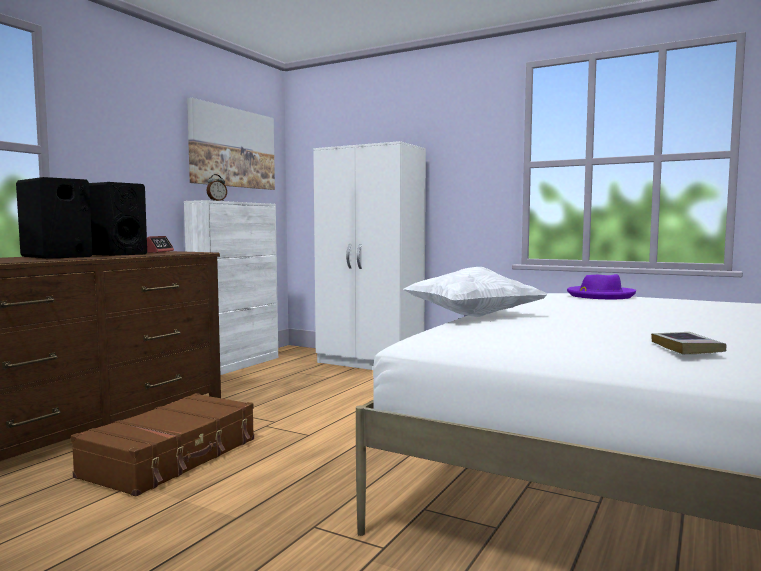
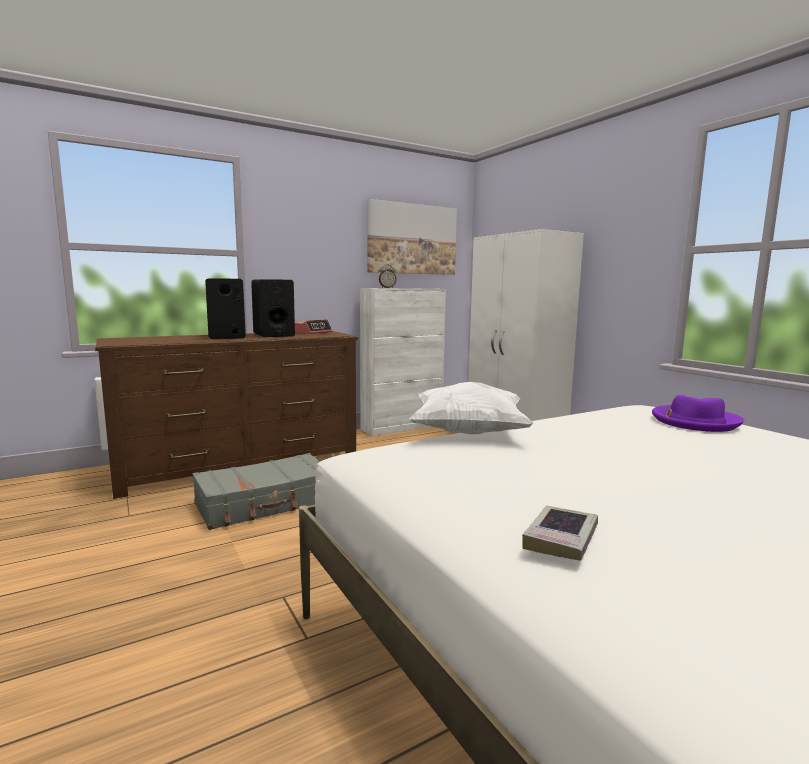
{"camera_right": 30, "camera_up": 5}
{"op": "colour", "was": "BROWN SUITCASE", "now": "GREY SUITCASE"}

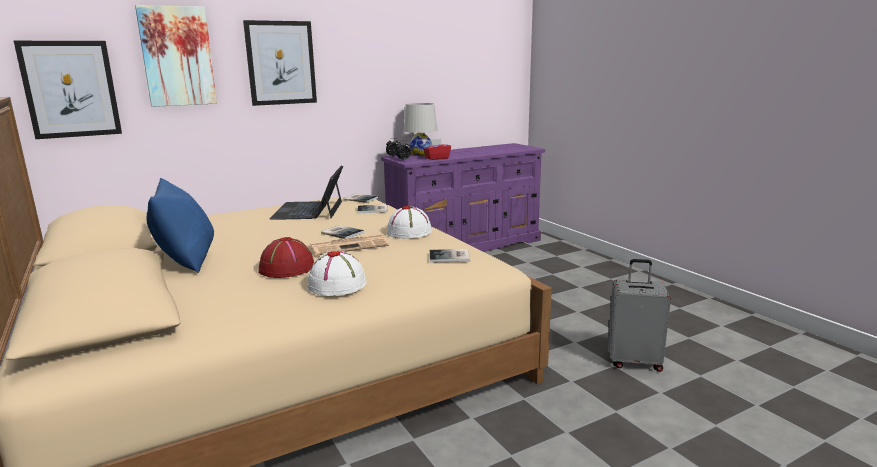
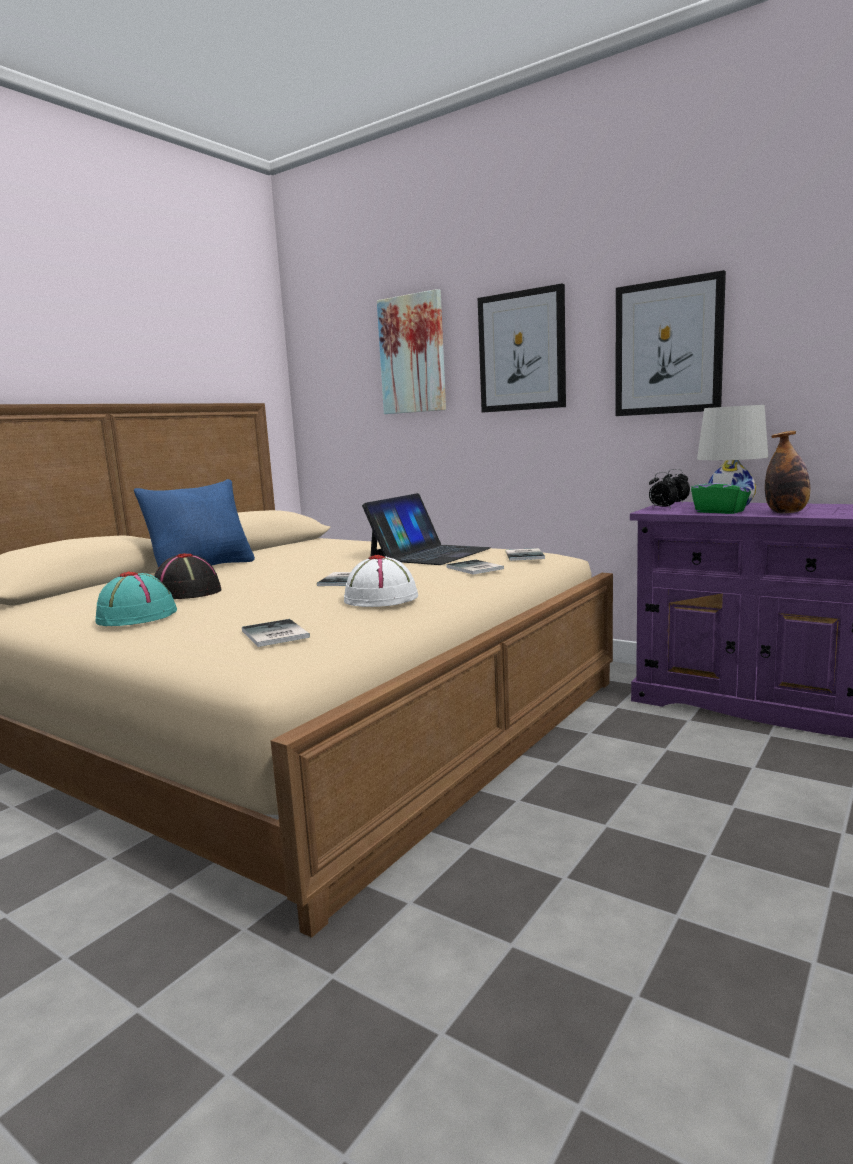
{"camera_right": 65, "camera_up": -5}
{"op": "missing", "was": "NEWSPAPER"}
{"op": "missing", "was": "GREY SUITCASE"}
{"op": "appeared", "now": "BOTTLE"}
{"op": "relocated", "was": "PICTURE (no. 1 from left in the first image)", "now": "PICTURE (no. 3 from left)"}
{"op": "colour", "was": "RED HAT", "now": "BLACK HAT"}
{"op": "colour", "was": "WHITE HAT (no. 1 from left)", "now": "TURQUOISE HAT"}
{"op": "colour", "was": "RED TISSUE BOX", "now": "GREEN TISSUE BOX"}
{"op": "spun", "was": "LAPTOP", "clockwise": 150}

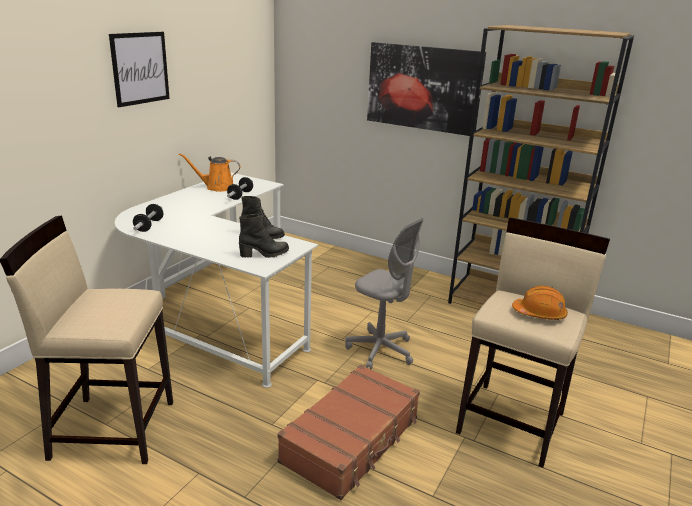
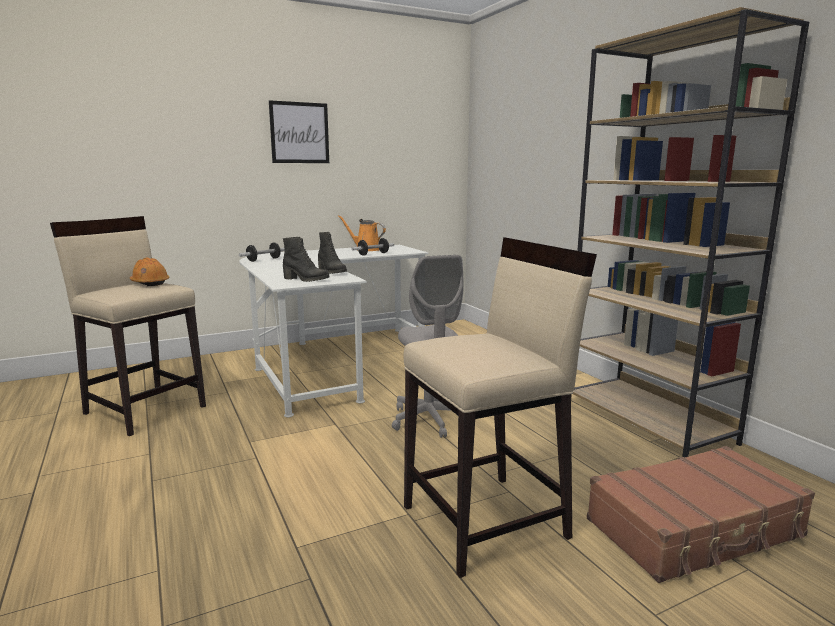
{"camera_right": 35, "camera_up": -10}
{"op": "missing", "was": "PICTURE (no. 2 from left)"}
{"op": "relocated", "was": "BROWN SUITCASE"}
{"op": "relocated", "was": "ORANGE HARD HAT"}

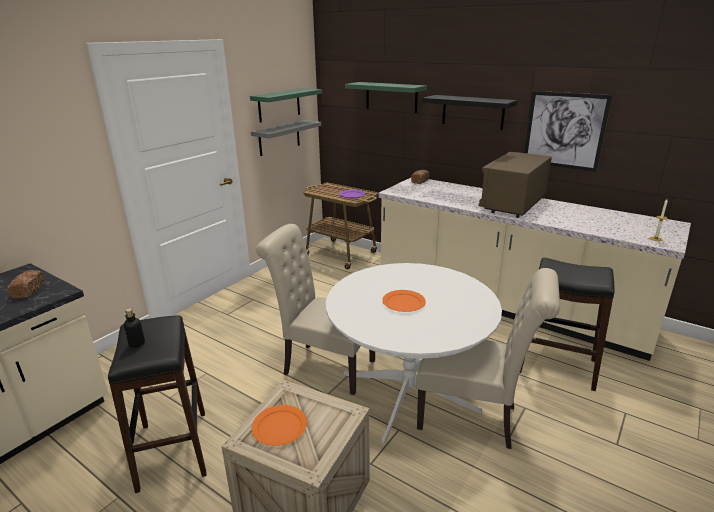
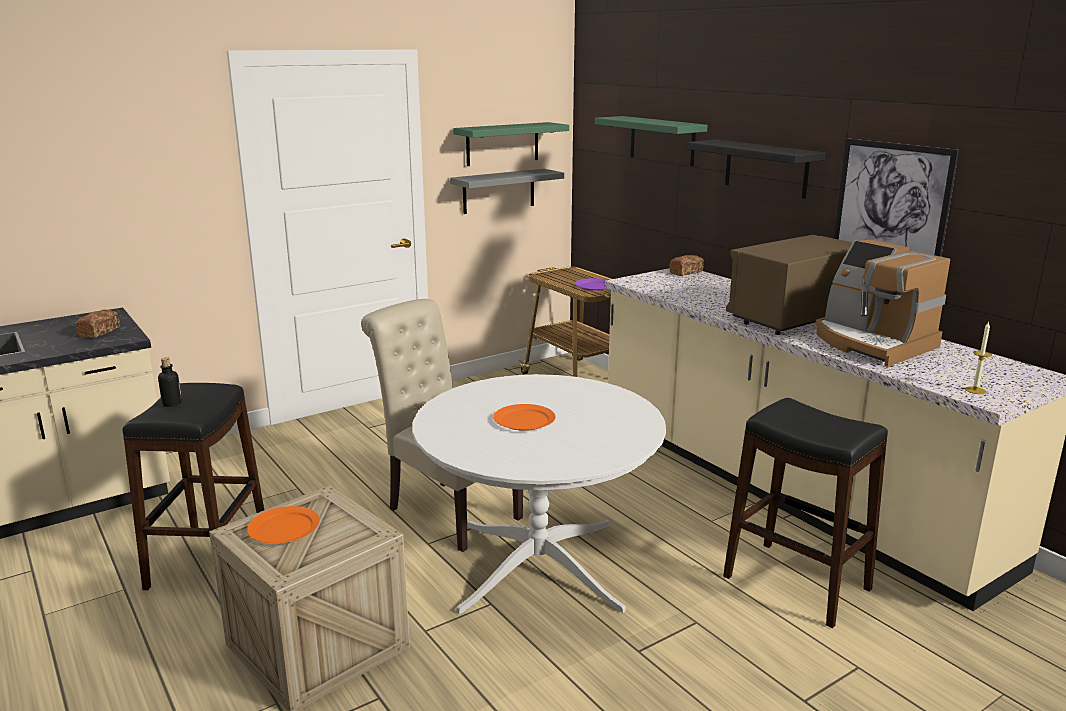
{"camera_right": 20, "camera_up": -5}
{"op": "missing", "was": "BEIGE CHAIR (no. 2 from left)"}
{"op": "appeared", "now": "COFFEE MACHINE"}

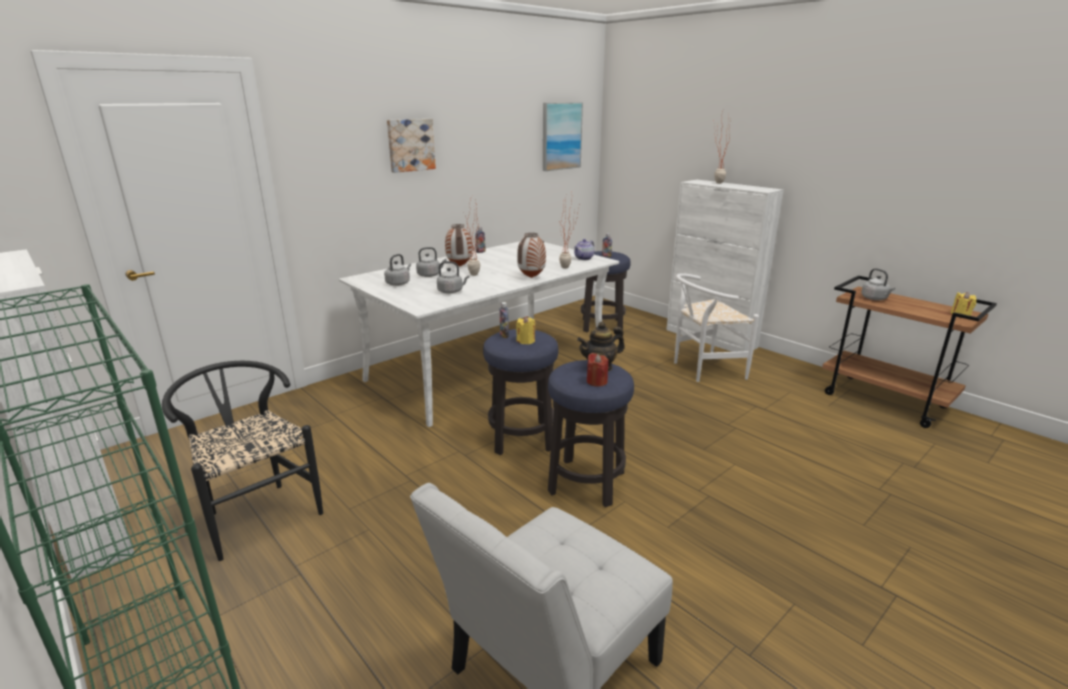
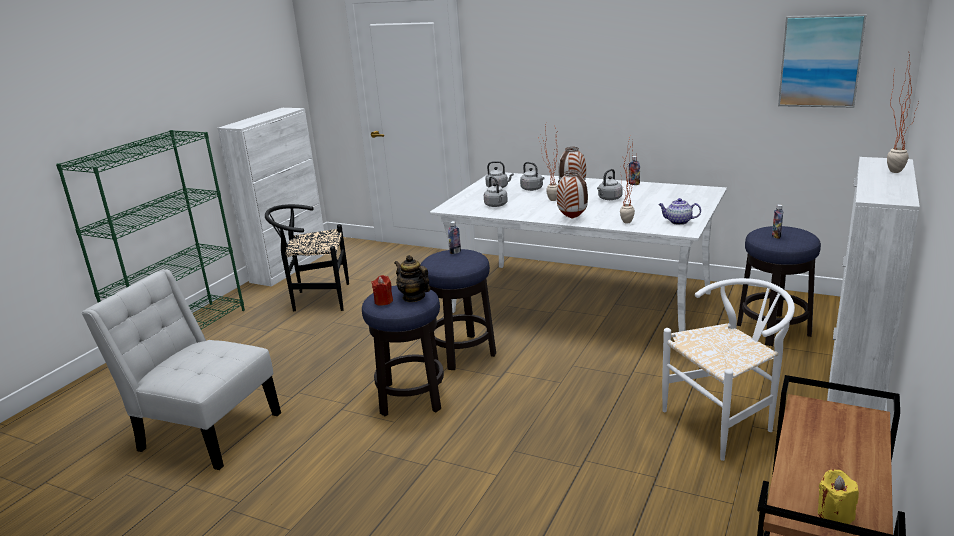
{"camera_right": 70, "camera_up": 0}
{"op": "missing", "was": "PICTURE (no. 1 from left)"}
{"op": "missing", "was": "YELLOW CANDLE (no. 1 from left)"}
{"op": "relocated", "was": "GREY KETTLE (no. 4 from left)"}
{"op": "spun", "was": "BLACK CHAIR", "clockwise": -120}
{"op": "spun", "was": "WHITE CHAIR (no. 2 from left)", "clockwise": 105}

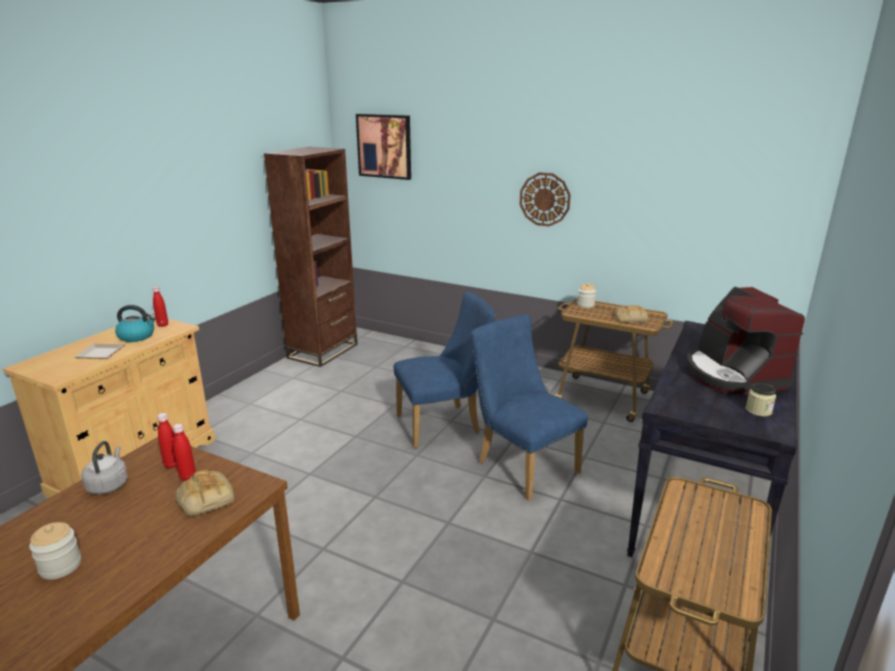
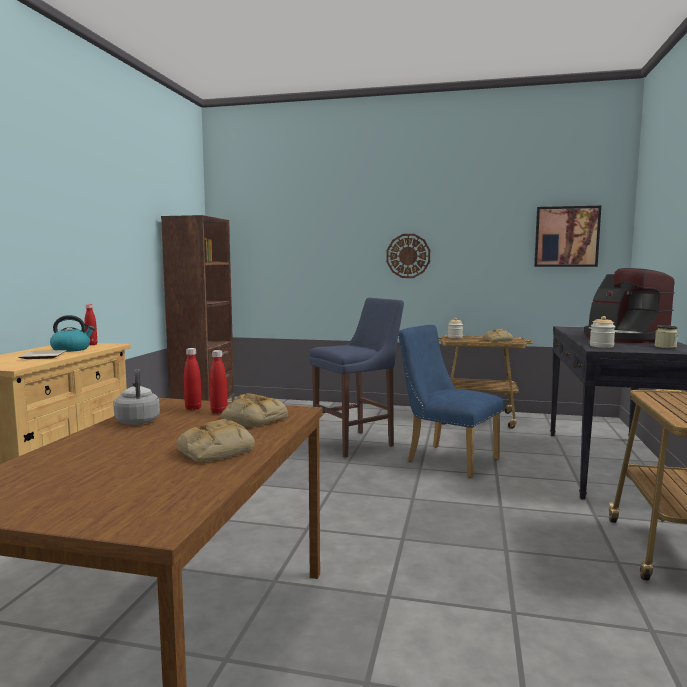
{"camera_right": -15, "camera_up": -15}
{"op": "appeared", "now": "BREAD (no. 1 from left)"}
{"op": "relocated", "was": "JAR (no. 1 from left in the first image)", "now": "JAR (no. 2 from left)"}
{"op": "relocated", "was": "PICTURE"}
{"op": "exchanged", "was": "BLUE CHAIR (no. 1 from left)", "now": "BLUE STOOL"}

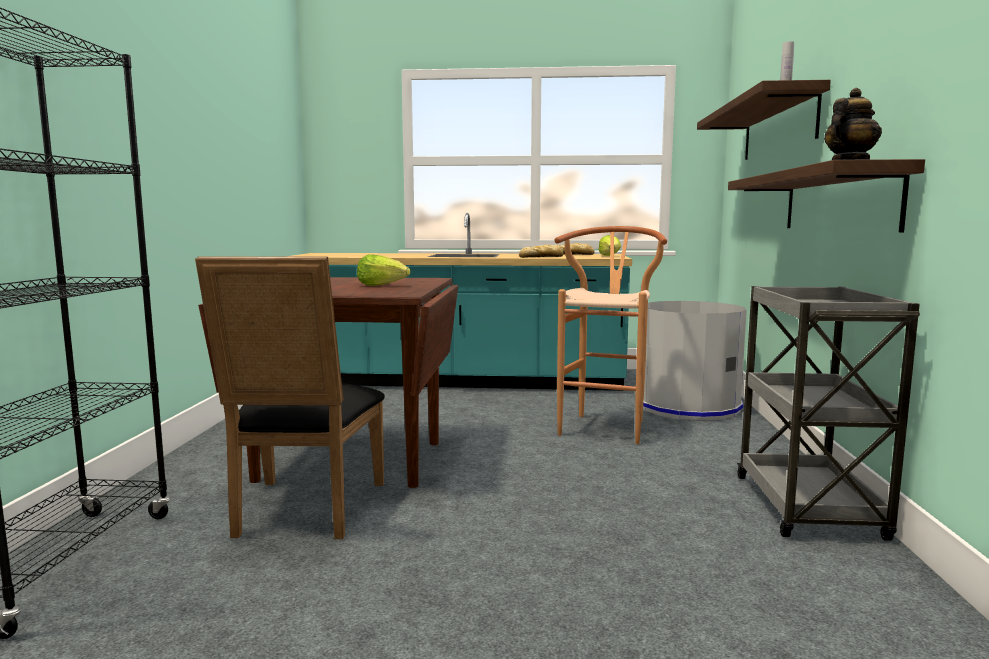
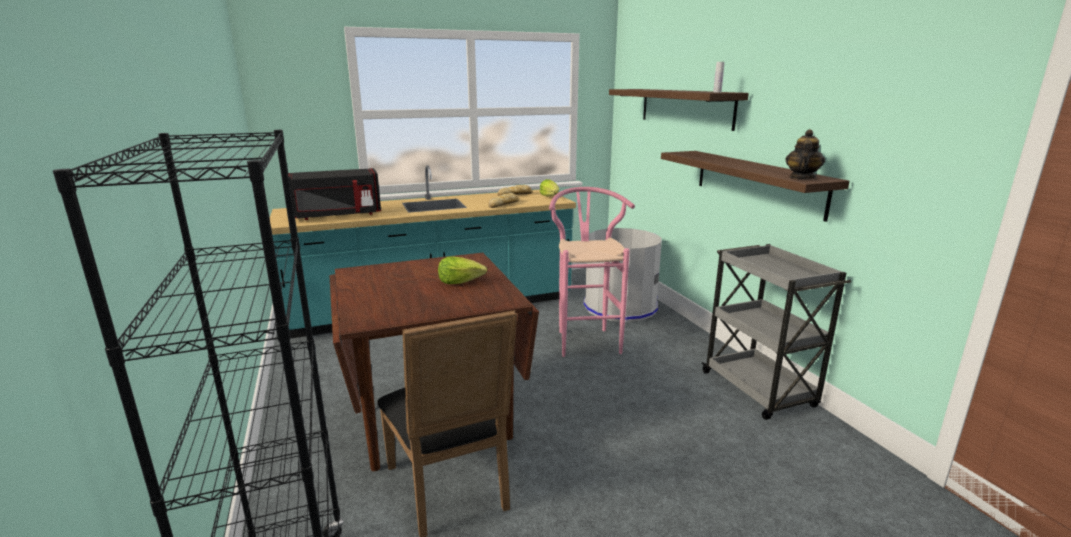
{"camera_right": -25, "camera_up": 10}
{"op": "appeared", "now": "BLACK MICROWAVE"}
{"op": "colour", "was": "BROWN STOOL", "now": "PINK STOOL"}

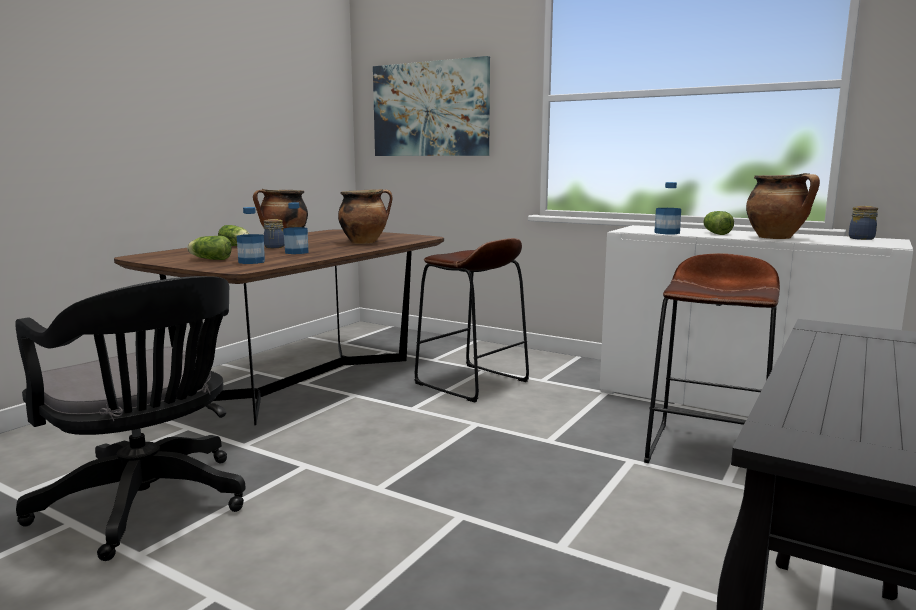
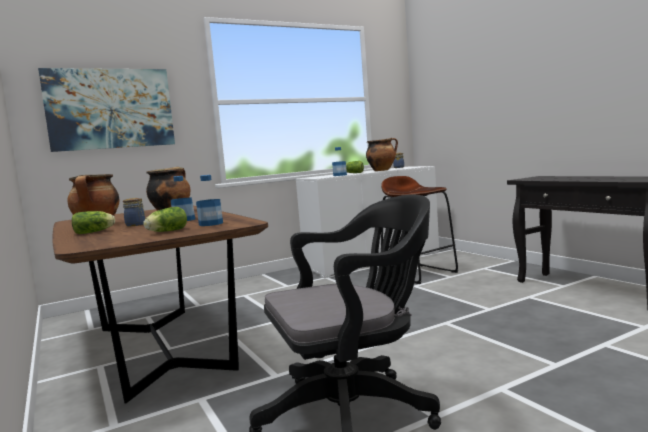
{"camera_right": -60, "camera_up": -5}
{"op": "missing", "was": "BROWN STOOL (no. 1 from left)"}

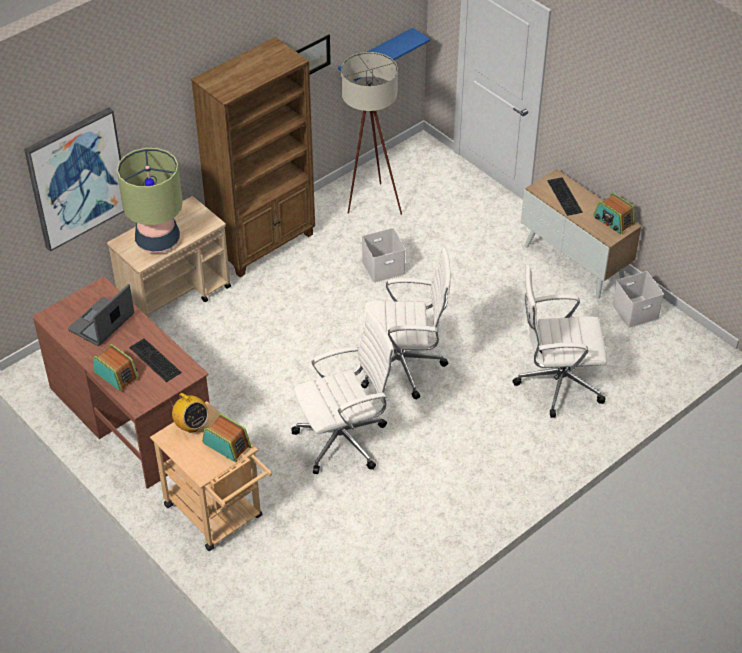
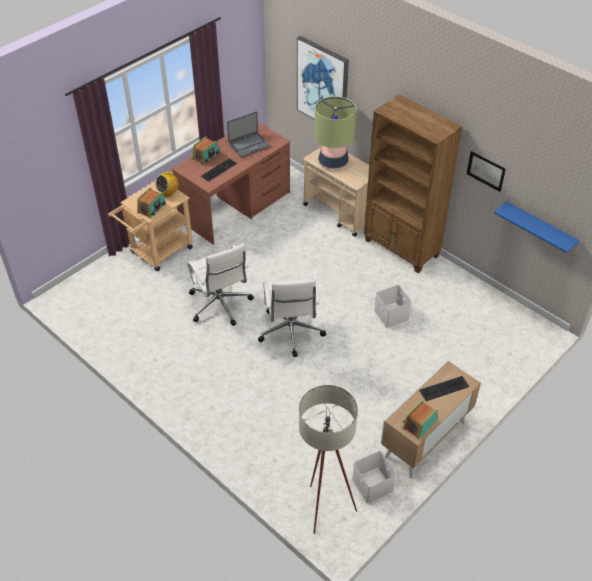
{"camera_right": 85, "camera_up": 0}
{"op": "missing", "was": "WHITE OFFICE CHAIR (no. 3 from left)"}
{"op": "relocated", "was": "BEIGE FLOOR LAMP"}
{"op": "spun", "was": "LAPTOP", "clockwise": 120}

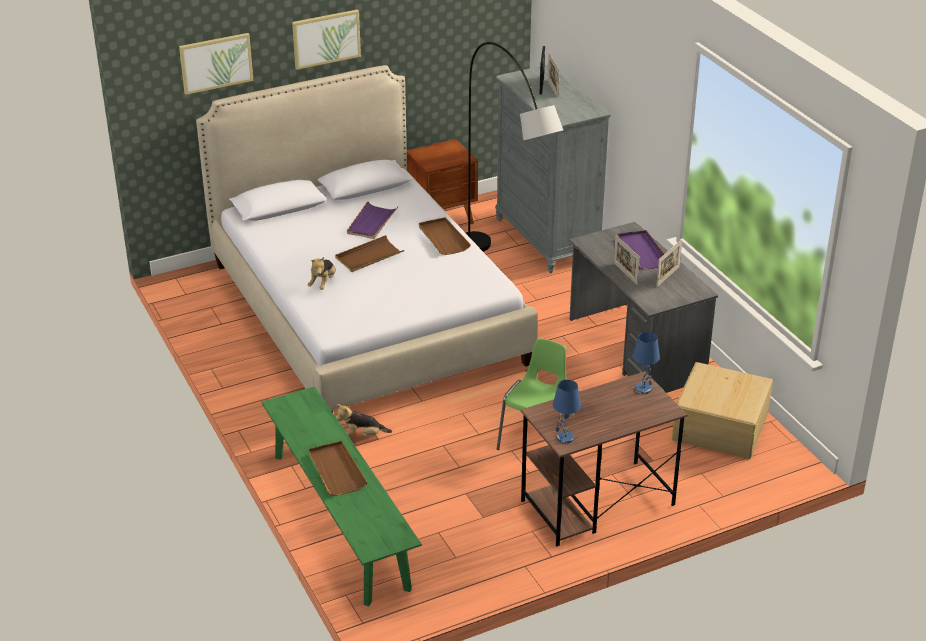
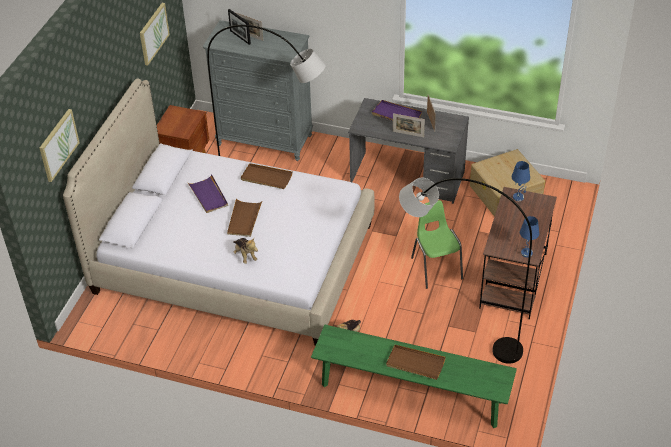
{"camera_right": -45, "camera_up": 10}
{"op": "appeared", "now": "GREY FLOOR LAMP (no. 2 from left)"}
{"op": "relocated", "was": "PICTURE (no. 2 from left)"}

